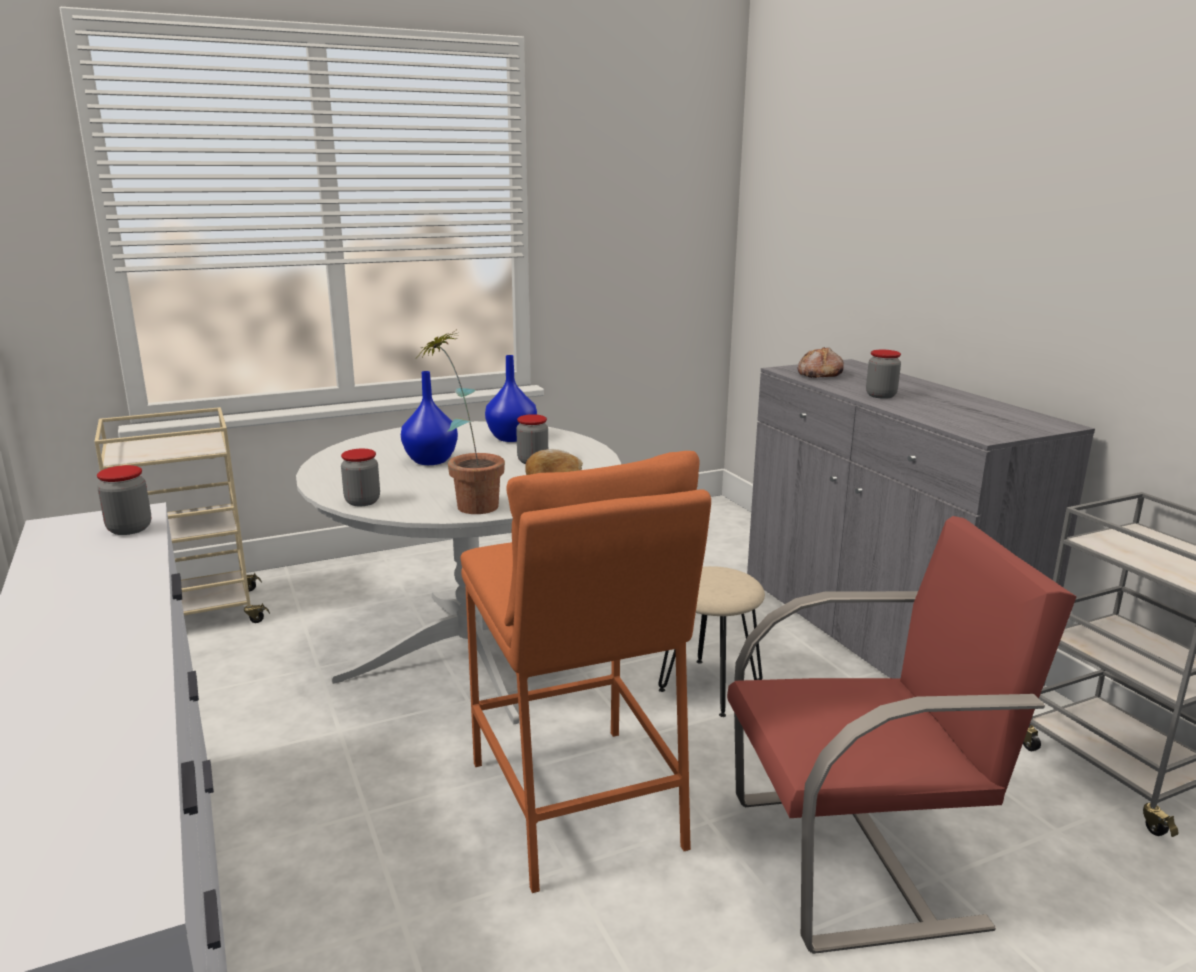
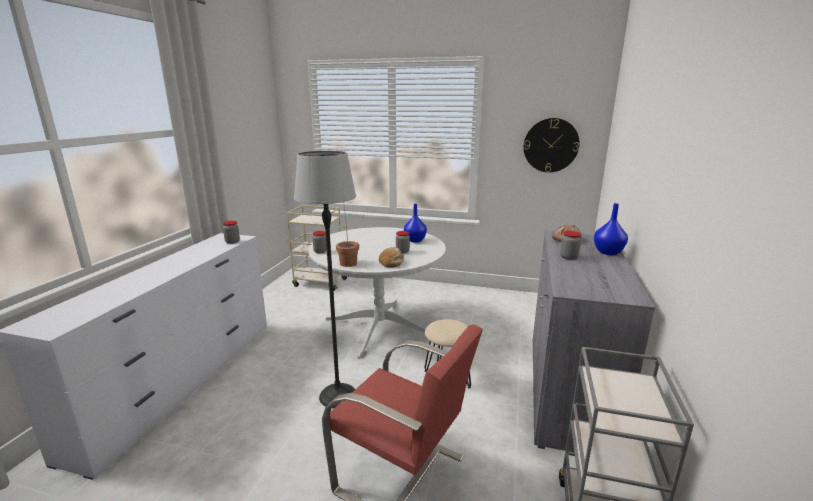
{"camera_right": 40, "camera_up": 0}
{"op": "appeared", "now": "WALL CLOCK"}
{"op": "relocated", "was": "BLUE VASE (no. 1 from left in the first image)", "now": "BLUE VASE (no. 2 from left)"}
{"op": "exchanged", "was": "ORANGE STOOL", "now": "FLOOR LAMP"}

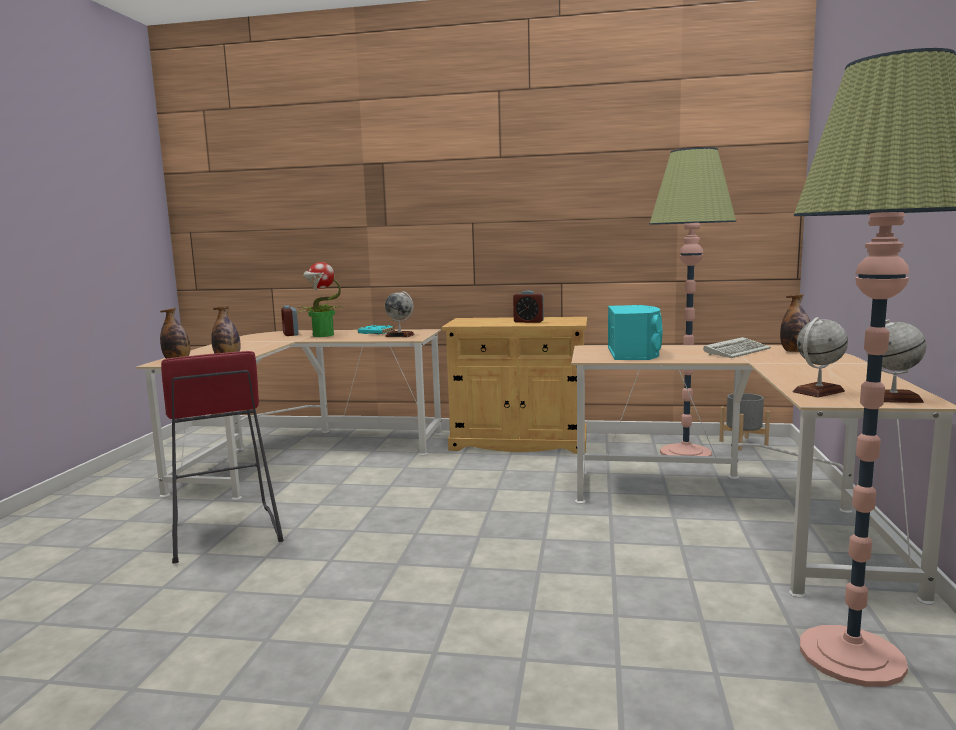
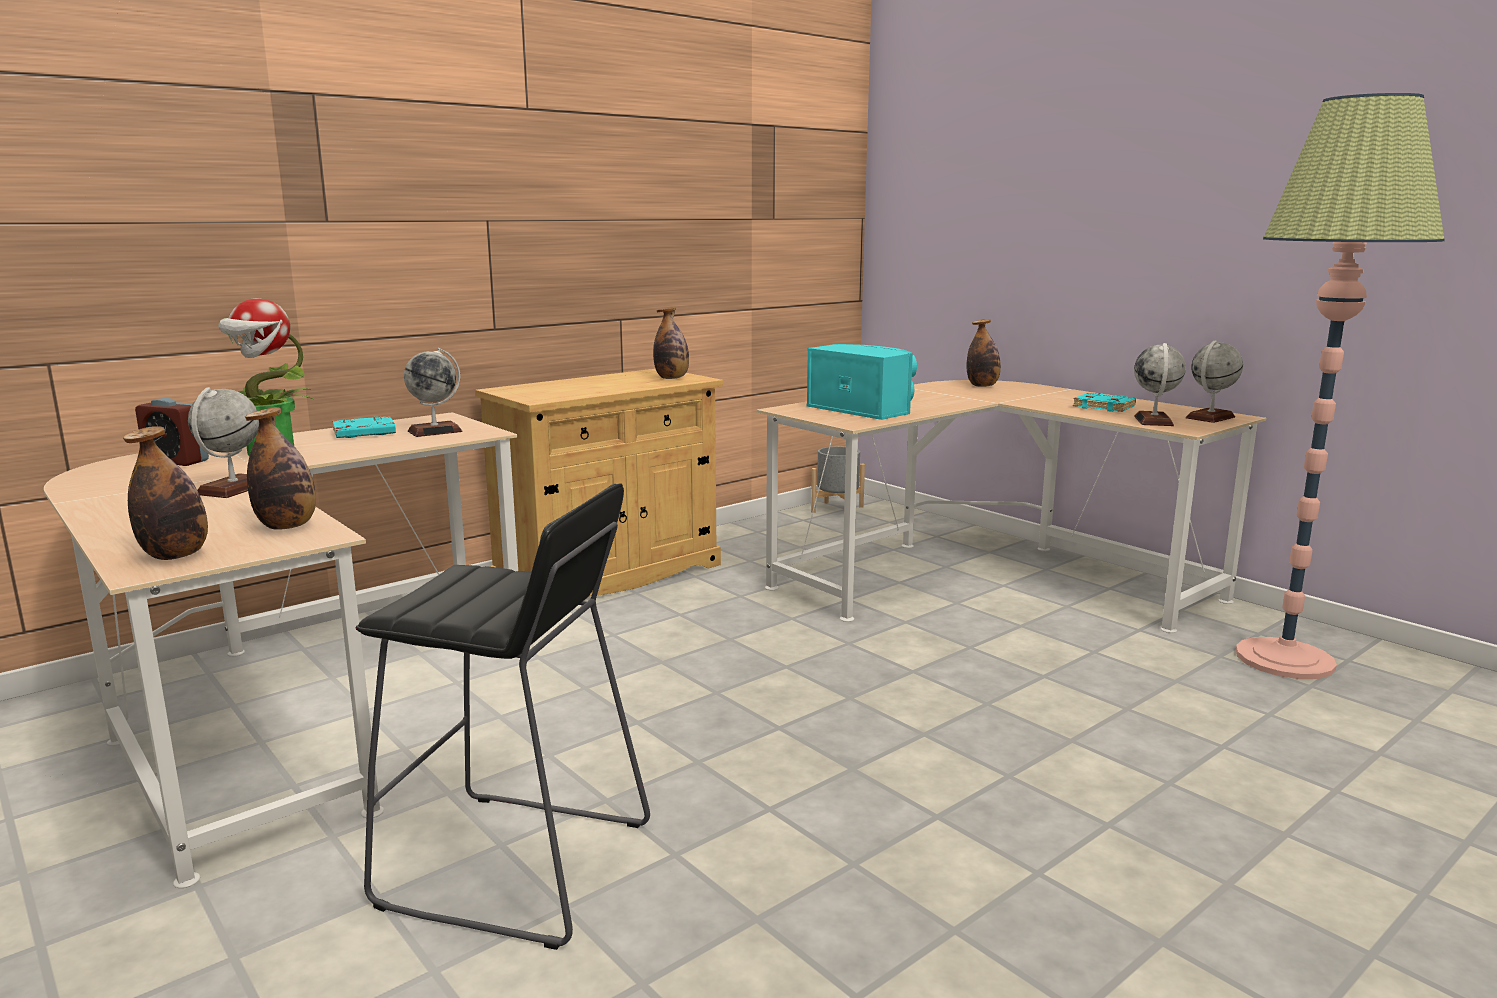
{"camera_right": -50, "camera_up": 5}
{"op": "missing", "was": "ALARM CLOCK (no. 2 from left)"}
{"op": "missing", "was": "FLOOR LAMP (no. 1 from left)"}
{"op": "missing", "was": "KEYBOARD"}
{"op": "appeared", "now": "GLOBE (no. 1 from left)"}
{"op": "appeared", "now": "BOTTLE (no. 3 from left)"}
{"op": "appeared", "now": "TURQUOISE BOOK (no. 2 from left)"}
{"op": "colour", "was": "RED STOOL", "now": "BLACK STOOL"}

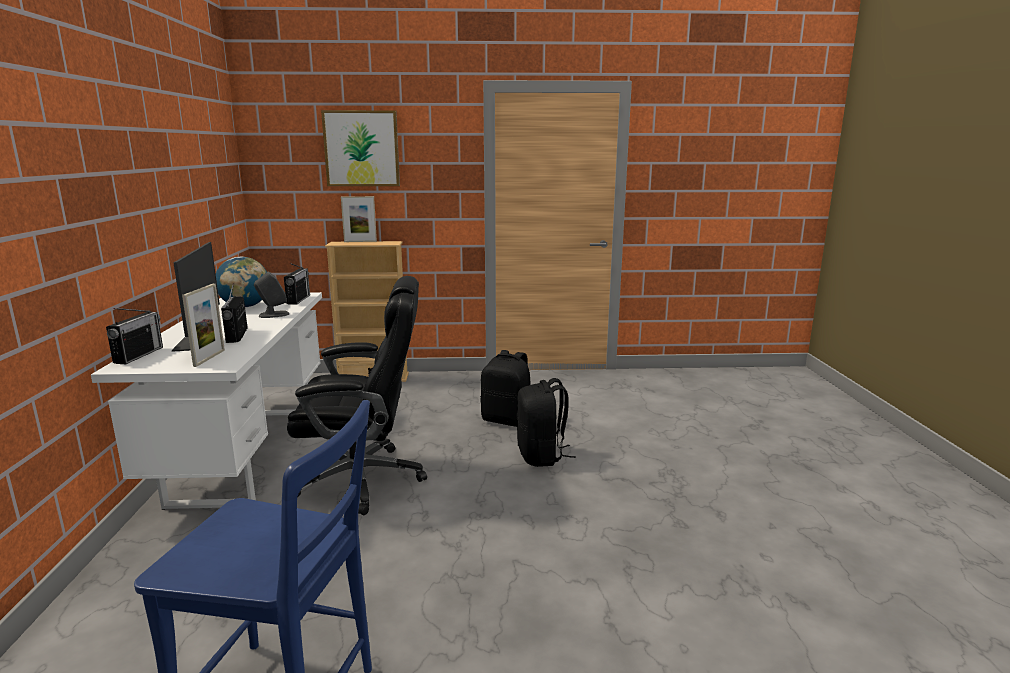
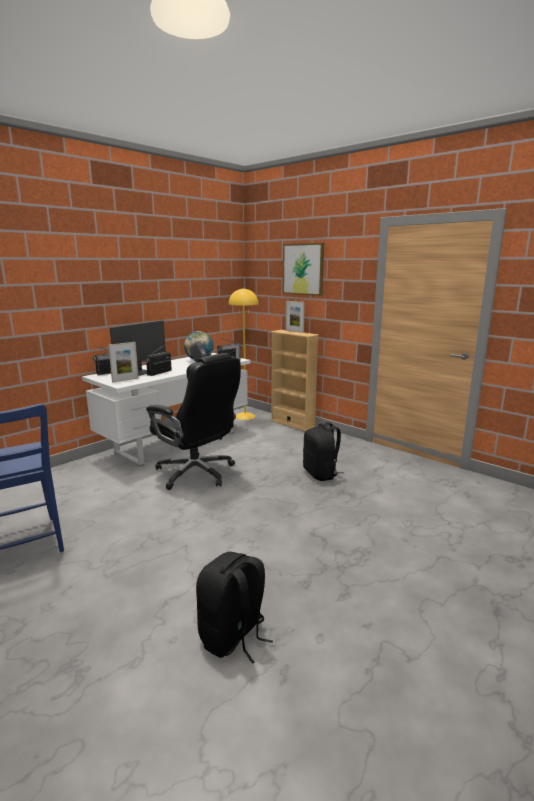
{"camera_right": 45, "camera_up": 0}
{"op": "appeared", "now": "YELLOW FLOOR LAMP"}
{"op": "relocated", "was": "BLACK BACKPACK (no. 2 from left in the first image)", "now": "BLACK BACKPACK (no. 1 from left)"}

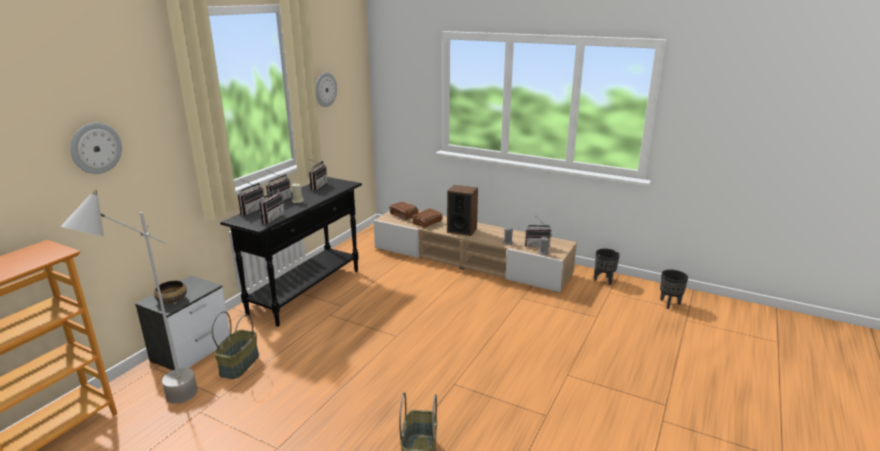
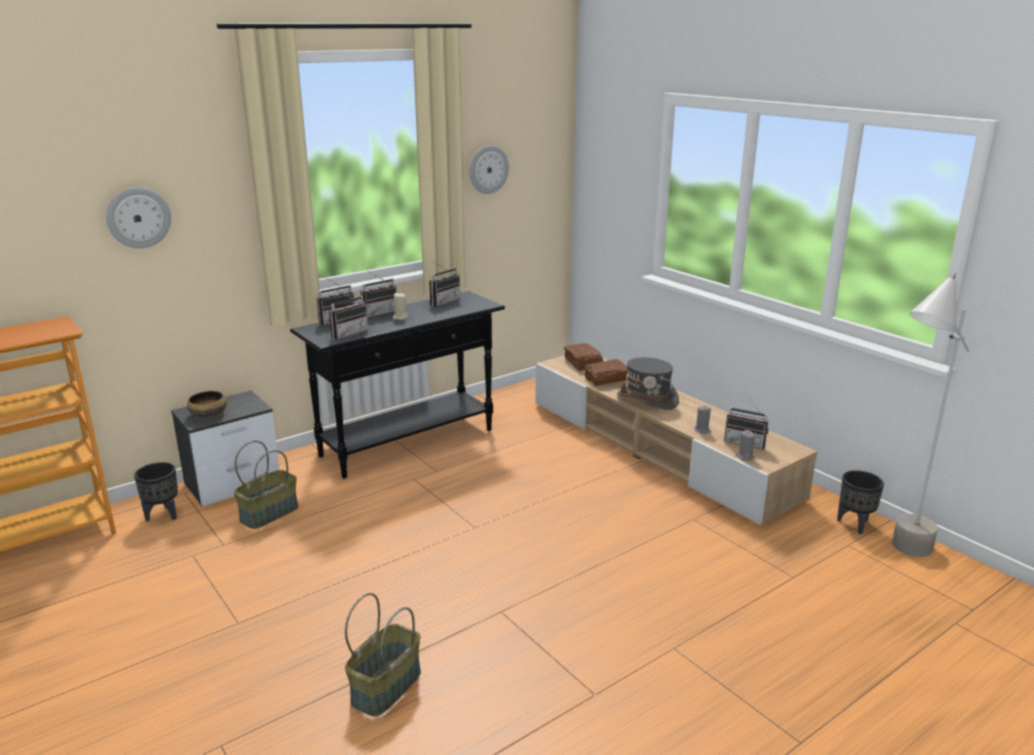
{"camera_right": 25, "camera_up": 0}
{"op": "relocated", "was": "GREY FLOOR LAMP"}
{"op": "relocated", "was": "BLACK PLANTER (no. 2 from left in the first image)", "now": "BLACK PLANTER (no. 1 from left)"}
{"op": "exchanged", "was": "SPEAKER", "now": "GREY HAT"}

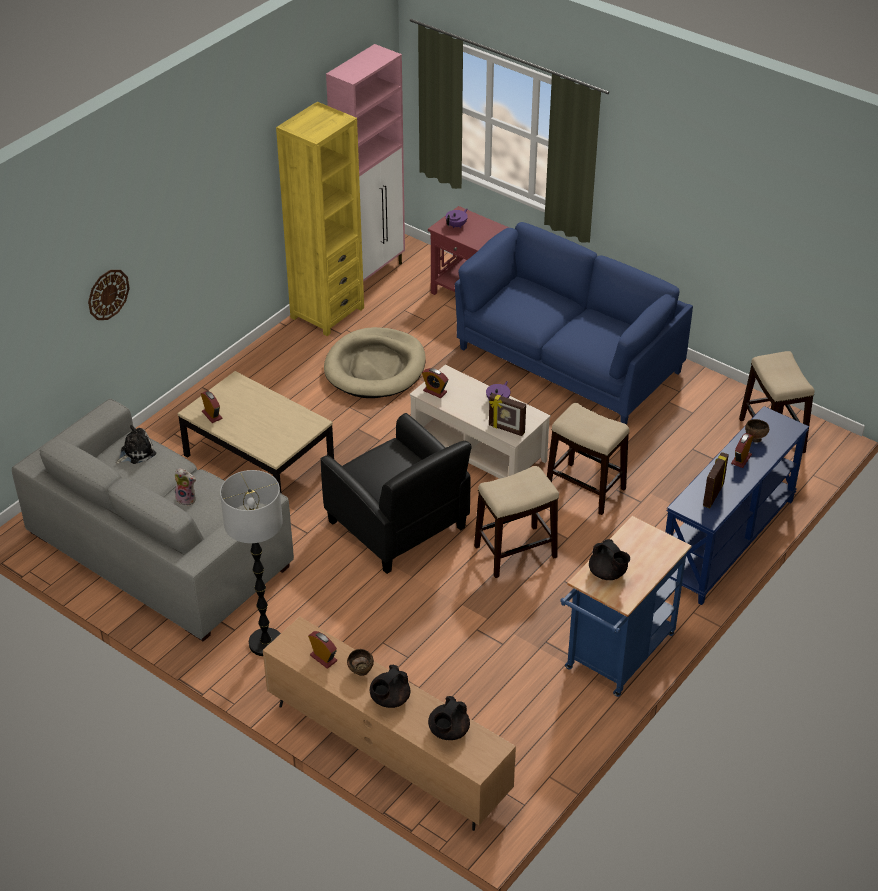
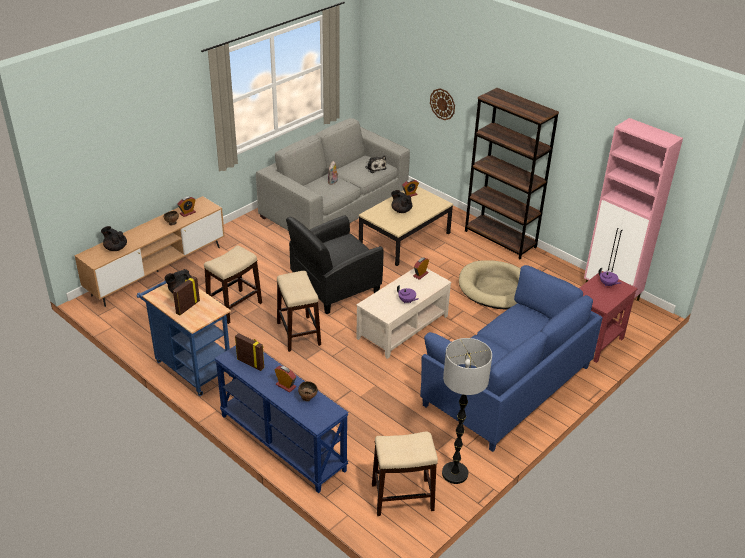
{"camera_right": 95, "camera_up": -5}
{"op": "missing", "was": "YELLOW BOOKCASE"}
{"op": "appeared", "now": "BROWN BOOKCASE"}
{"op": "relocated", "was": "FLOOR LAMP"}
{"op": "relocated", "was": "BLACK TEAPOT (no. 1 from left in the first image)", "now": "BLACK TEAPOT (no. 3 from left)"}
{"op": "relocated", "was": "PICTURE FRAME (no. 1 from left)"}
{"op": "relocated", "was": "STOOL (no. 2 from left in the first image)", "now": "STOOL (no. 1 from left)"}

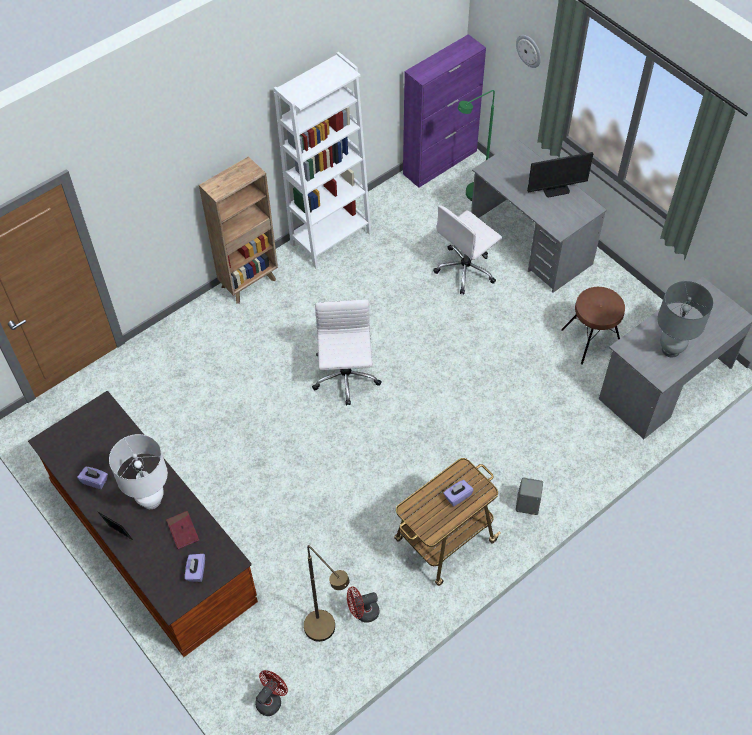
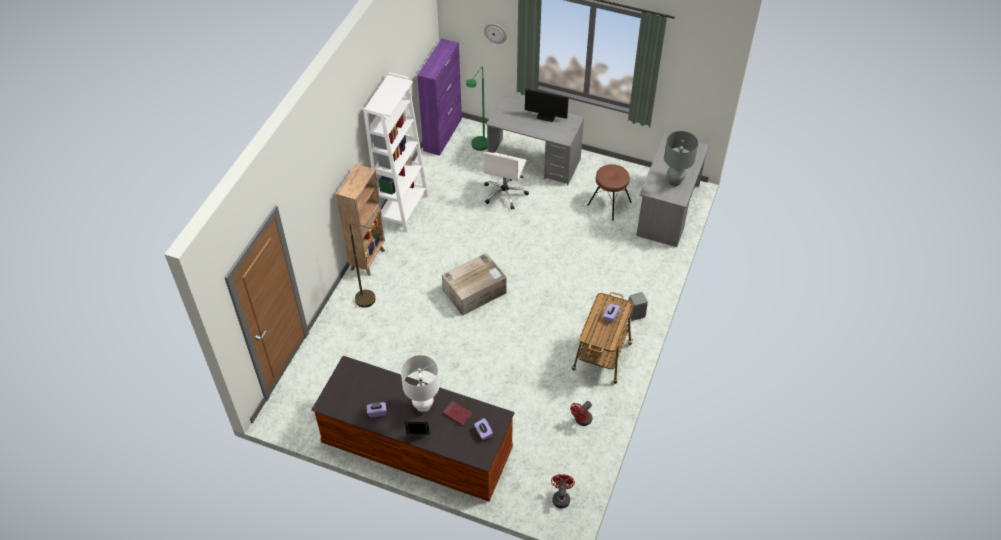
{"camera_right": -30, "camera_up": -5}
{"op": "relocated", "was": "BROWN FLOOR LAMP"}
{"op": "exchanged", "was": "WHITE OFFICE CHAIR (no. 1 from left)", "now": "CARDBOARD BOX"}
{"op": "spun", "was": "MONITOR", "clockwise": 60}

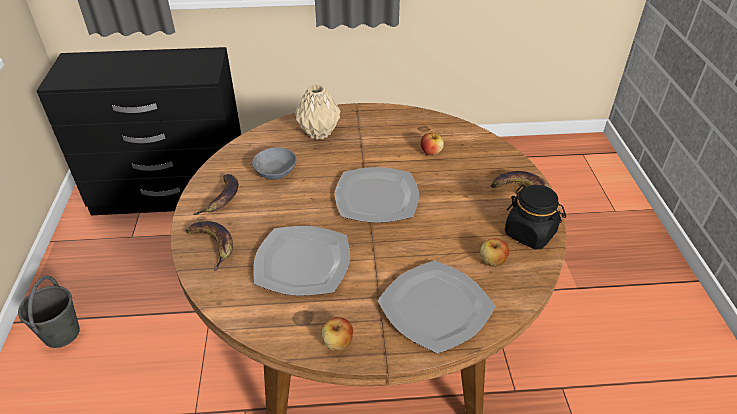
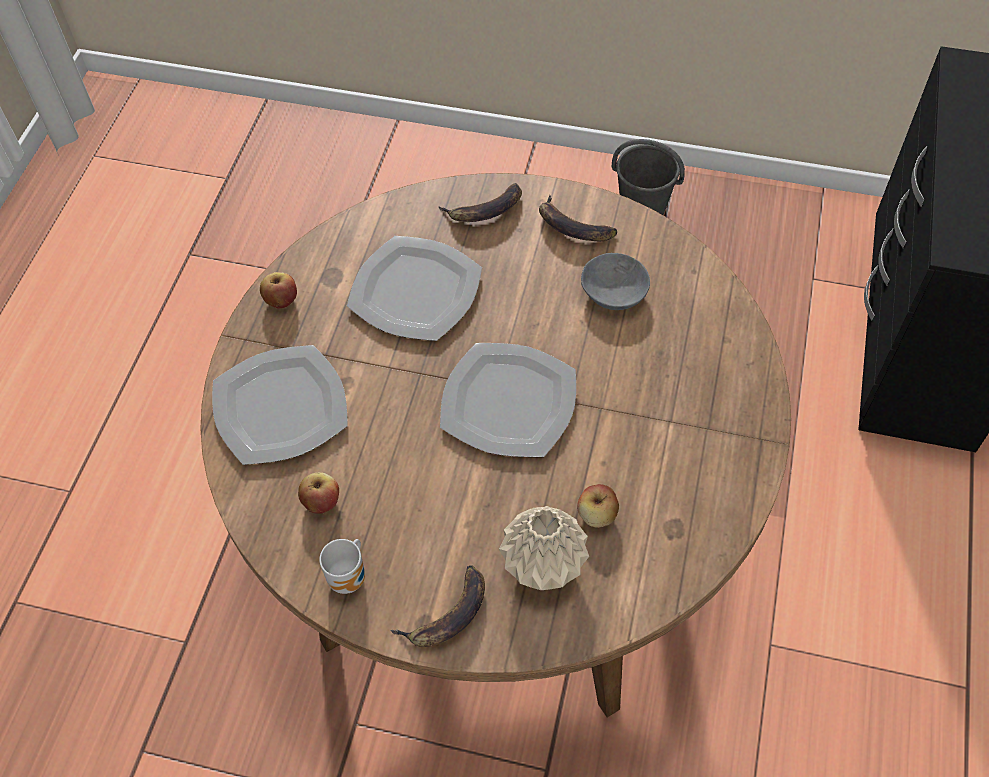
{"camera_right": 110, "camera_up": 15}
{"op": "relocated", "was": "BEIGE VASE"}
{"op": "exchanged", "was": "BLACK JAR", "now": "MUG"}

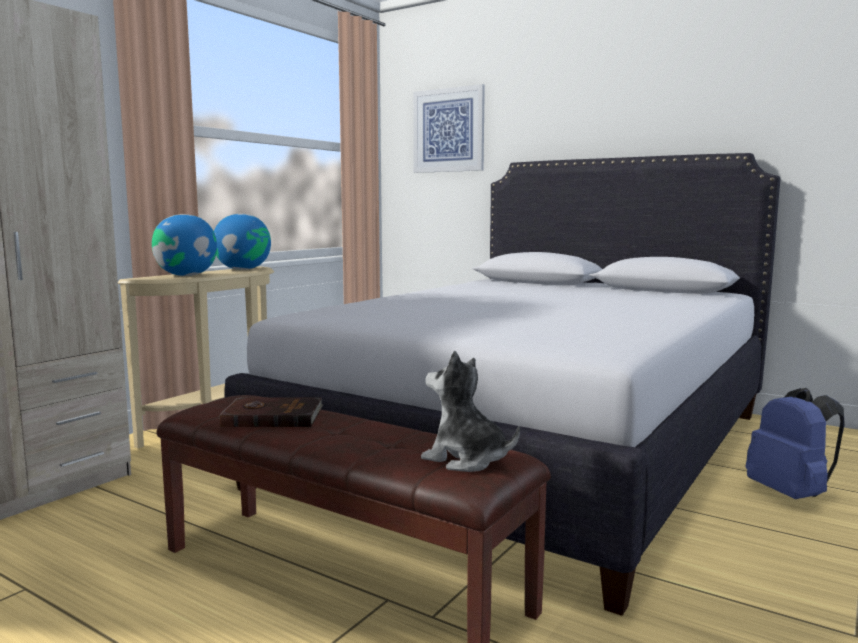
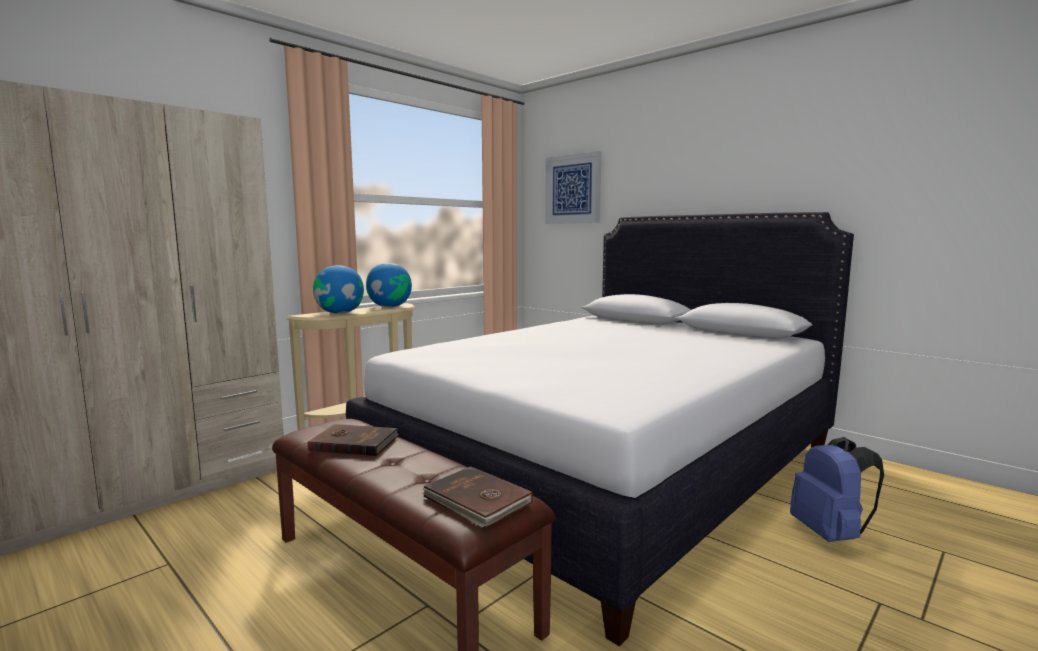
{"camera_right": 10, "camera_up": 0}
{"op": "exchanged", "was": "PLUSH TOY", "now": "BROWN BOOK (no. 2 from left)"}

